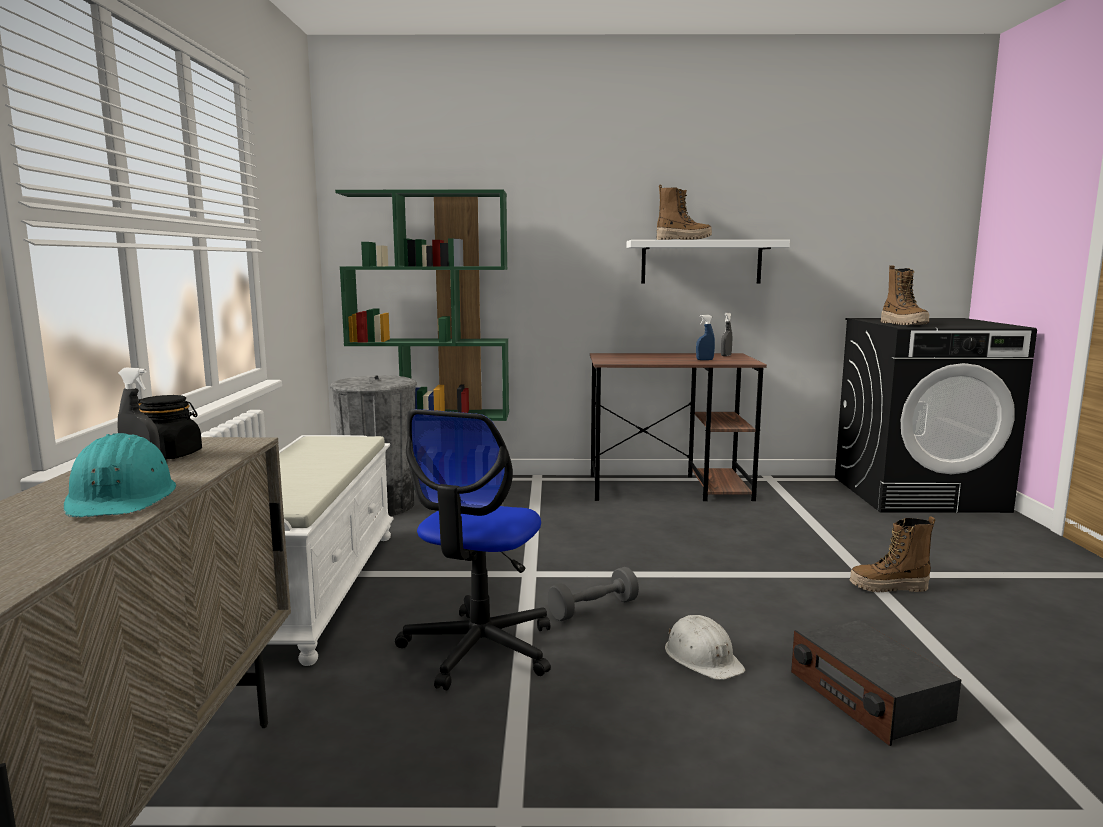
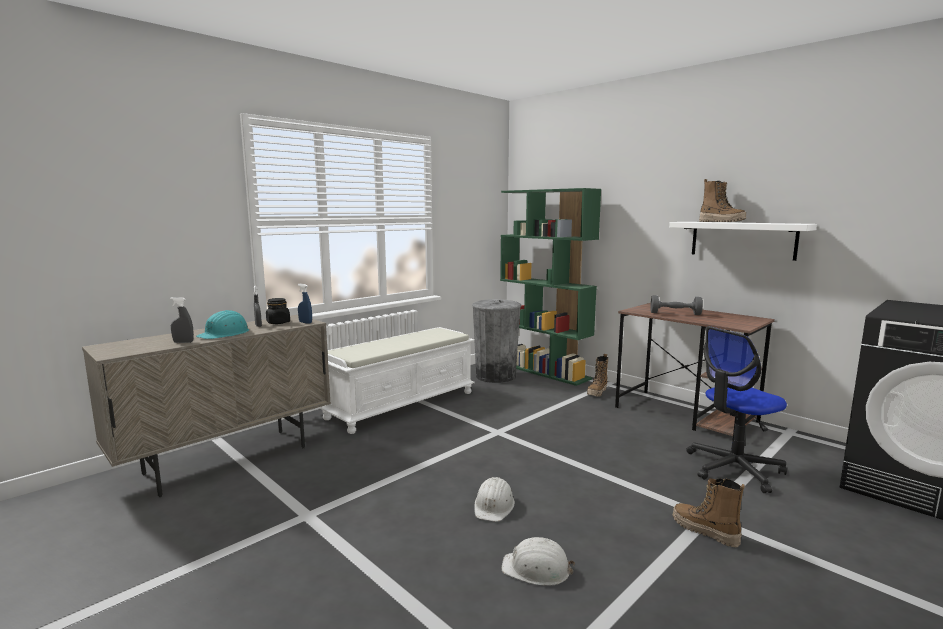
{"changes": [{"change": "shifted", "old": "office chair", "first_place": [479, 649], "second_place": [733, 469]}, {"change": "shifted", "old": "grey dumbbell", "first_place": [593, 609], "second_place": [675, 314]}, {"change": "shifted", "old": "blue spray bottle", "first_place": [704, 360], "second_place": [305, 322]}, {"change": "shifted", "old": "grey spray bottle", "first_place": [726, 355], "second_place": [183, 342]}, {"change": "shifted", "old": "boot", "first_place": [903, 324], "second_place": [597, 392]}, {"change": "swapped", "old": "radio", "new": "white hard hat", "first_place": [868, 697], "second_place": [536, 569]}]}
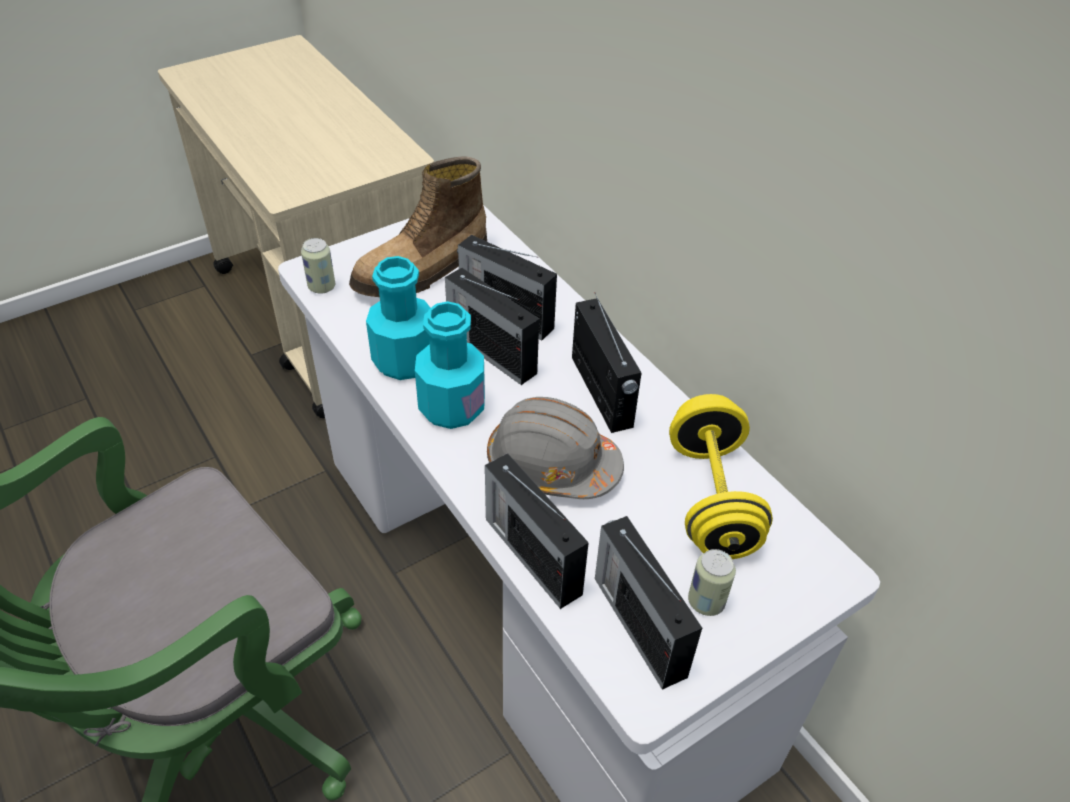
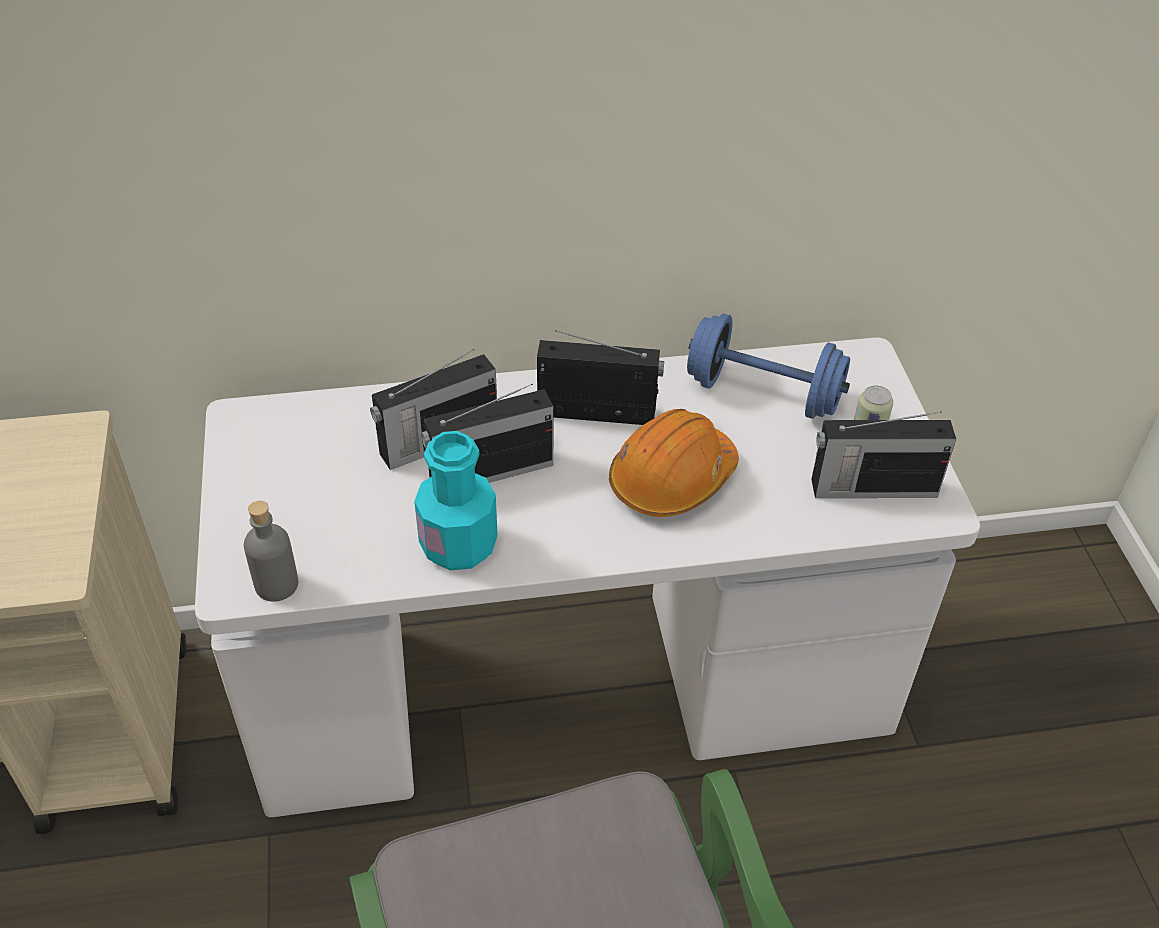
{"changes": [{"change": "gone", "old": "boot", "first_place": [423, 271]}, {"change": "gone", "old": "turquoise bottle", "first_place": [452, 407]}, {"change": "gone", "old": "radio", "first_place": [531, 554]}, {"change": "swapped", "old": "can", "new": "grey bottle", "first_place": [322, 287], "second_place": [276, 585]}, {"change": "repainted", "old": "grey hard hat", "new": "orange hard hat", "first_place": [552, 465], "second_place": [672, 479]}, {"change": "repainted", "old": "yellow dumbbell", "new": "blue dumbbell", "first_place": [711, 499], "second_place": [763, 393]}]}
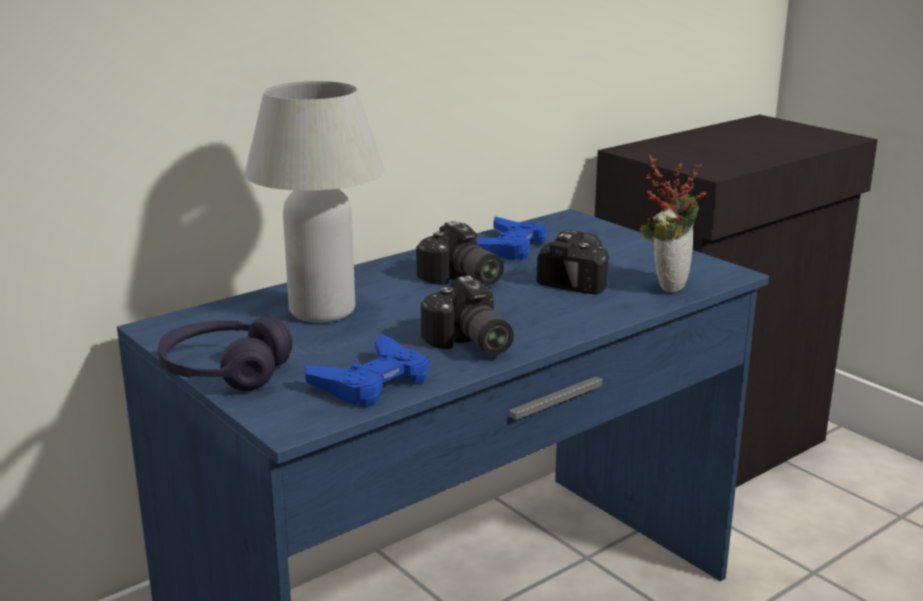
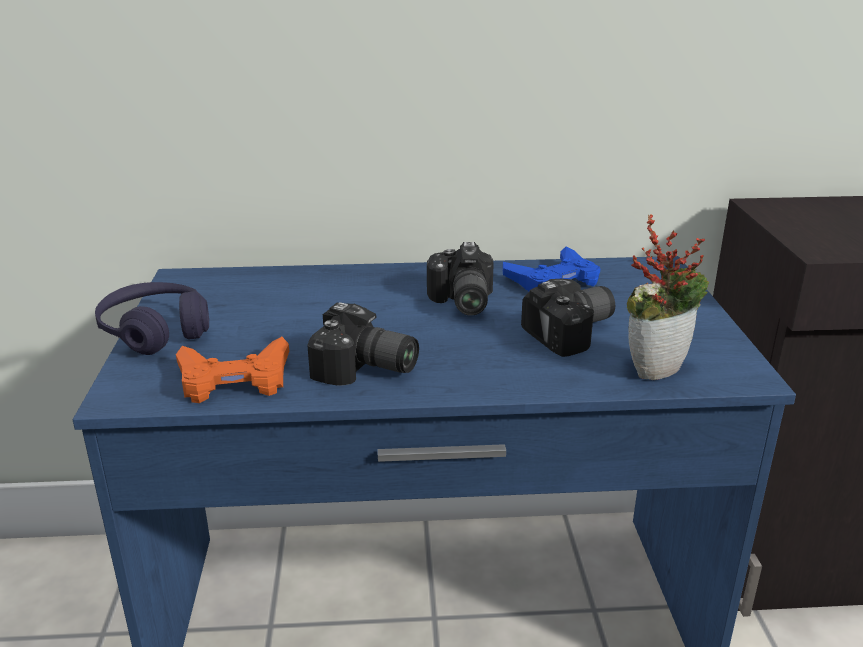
{"changes": [{"change": "gone", "old": "white table lamp", "first_place": [322, 311]}, {"change": "repainted", "old": "blue game controller", "new": "orange game controller", "first_place": [372, 382], "second_place": [234, 379]}, {"change": "rotated", "old": "photo camera", "first_place": [469, 344], "second_place": [364, 370], "degrees": -75}]}
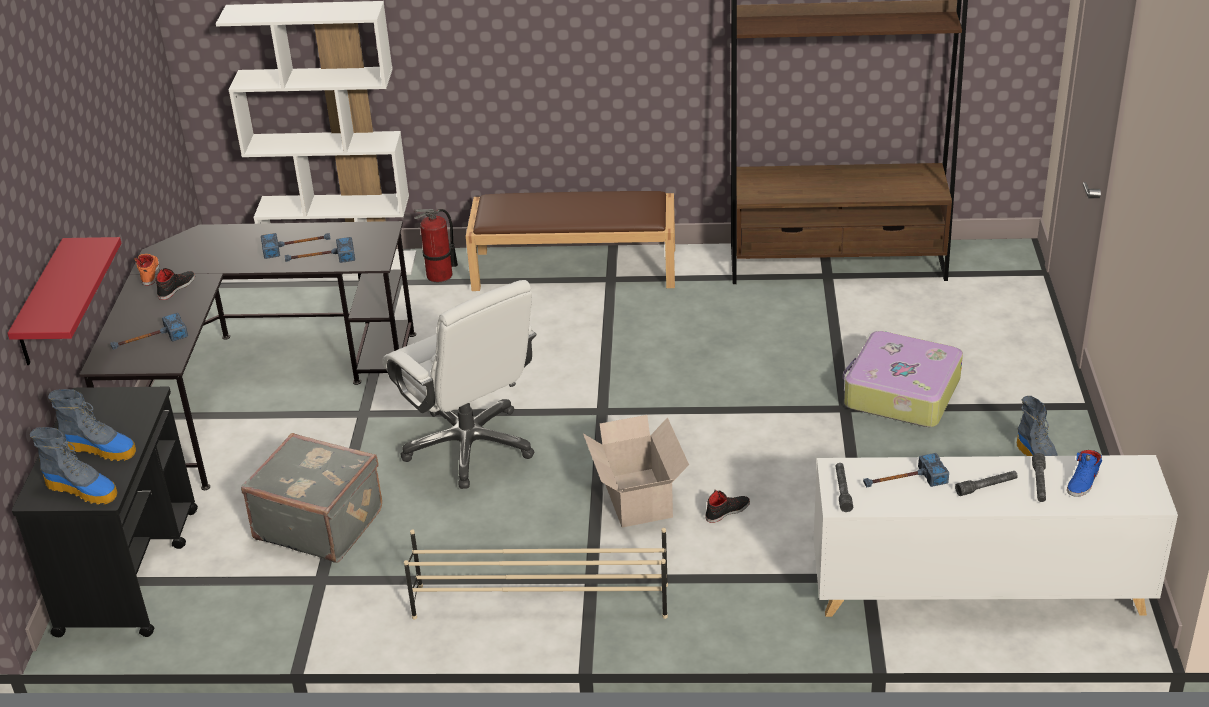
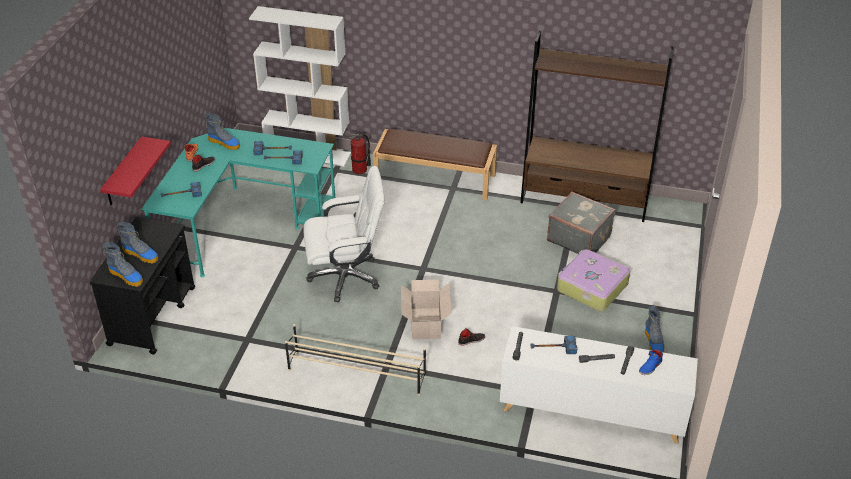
{"changes": [{"change": "new", "new": "boot", "second_place": [224, 143]}, {"change": "shifted", "old": "grey suitcase", "first_place": [319, 523], "second_place": [579, 238]}, {"change": "repainted", "old": "black desk", "new": "turquoise desk", "first_place": [251, 390], "second_place": [240, 222]}, {"change": "rotated", "old": "white office chair", "first_place": [470, 446], "second_place": [346, 276], "degrees": -75}]}
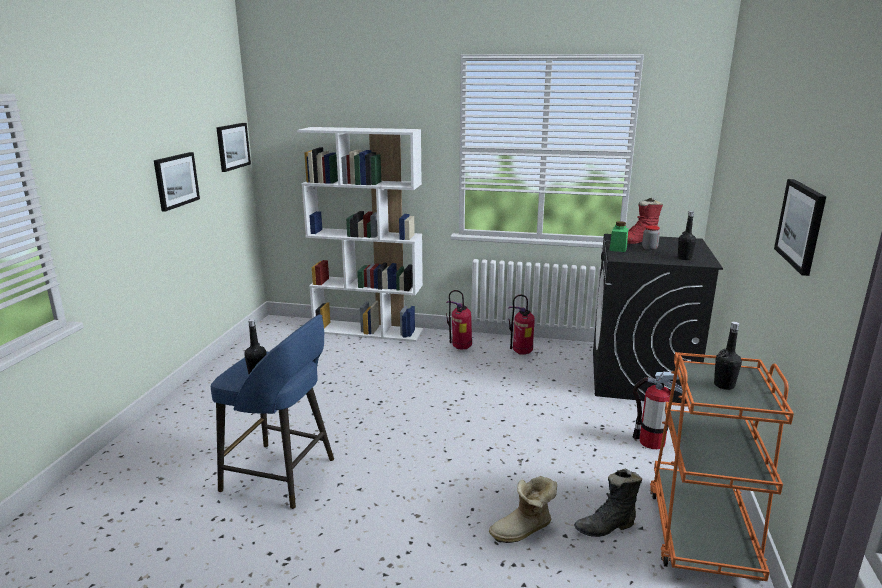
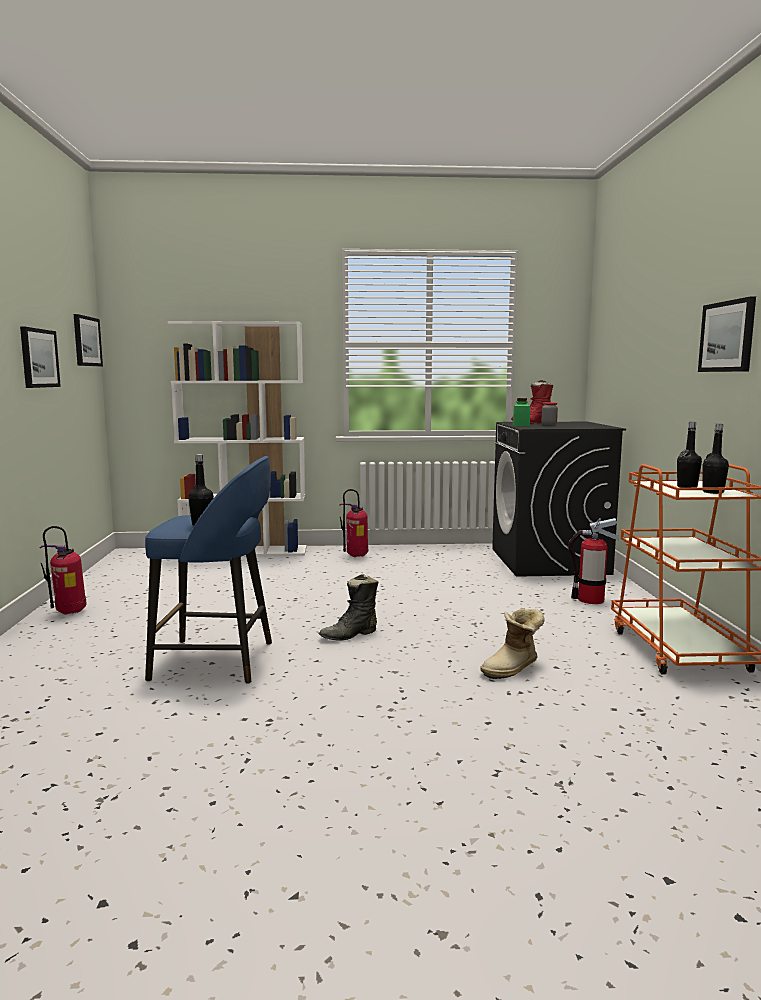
{"changes": [{"change": "shifted", "old": "fire extinguisher", "first_place": [521, 353], "second_place": [69, 613]}, {"change": "shifted", "old": "black boot", "first_place": [606, 527], "second_place": [350, 635]}, {"change": "shifted", "old": "black bottle", "first_place": [684, 258], "second_place": [713, 492]}]}
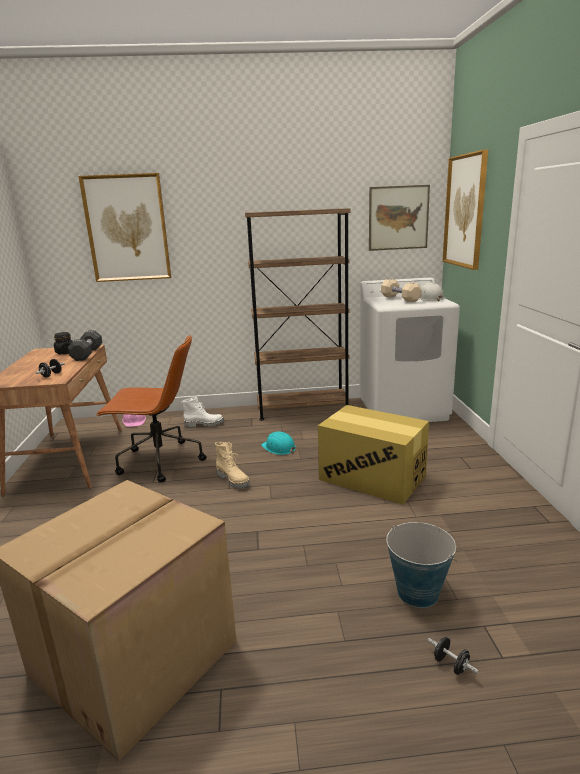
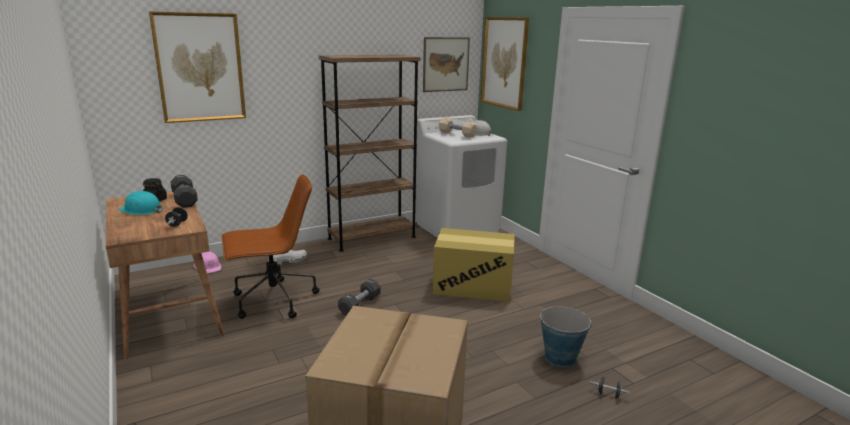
{"changes": [{"change": "shifted", "old": "turquoise hard hat", "first_place": [279, 448], "second_place": [141, 210]}, {"change": "swapped", "old": "beige boot", "new": "black dumbbell", "first_place": [233, 480], "second_place": [360, 305]}]}
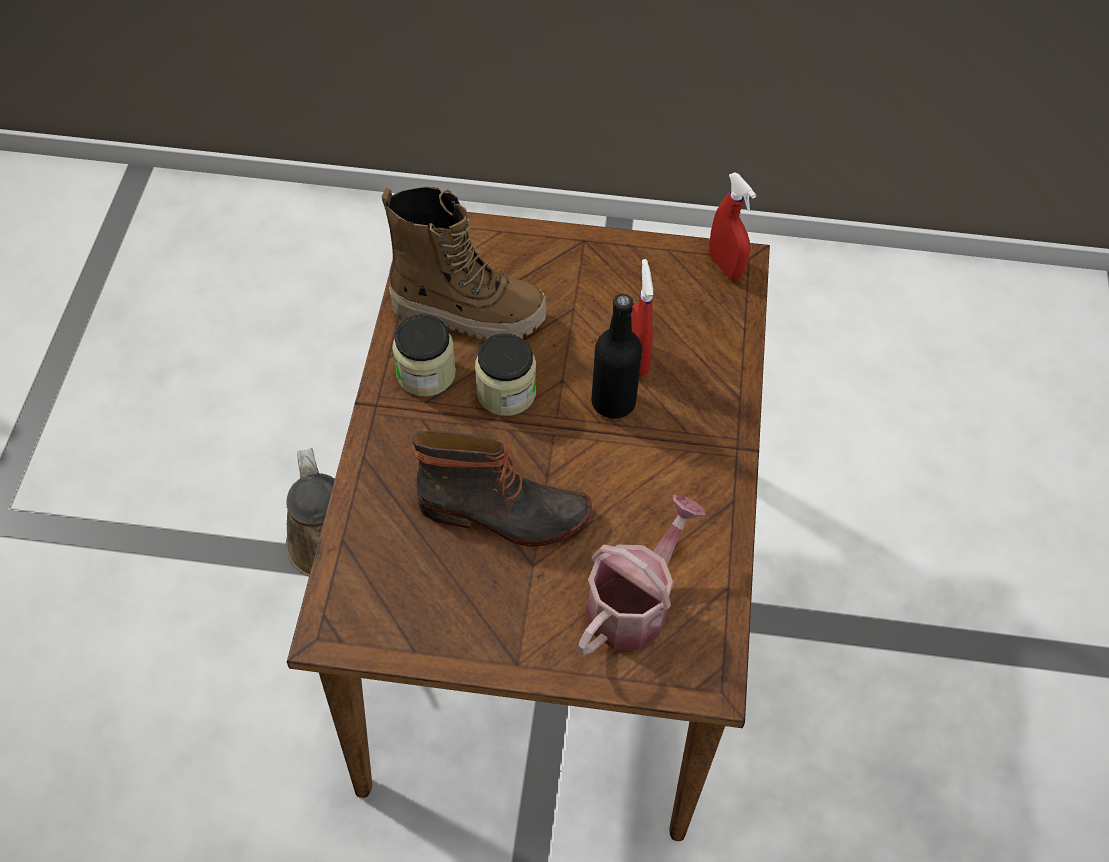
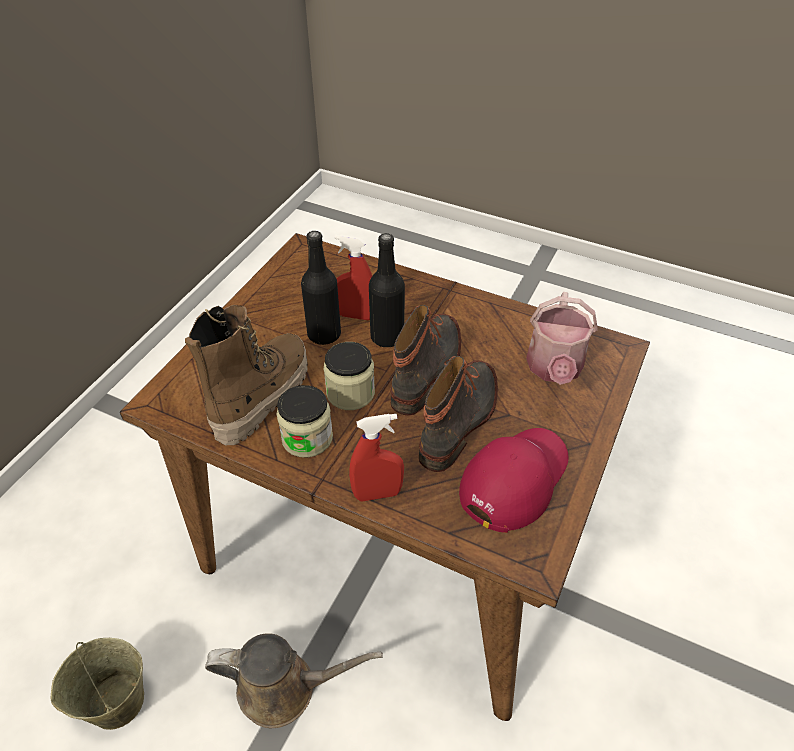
{"changes": [{"change": "new", "new": "beige bucket", "second_place": [115, 702]}, {"change": "new", "new": "black bottle", "second_place": [324, 334]}, {"change": "new", "new": "boot", "second_place": [427, 369]}, {"change": "new", "new": "red cap", "second_place": [514, 479]}, {"change": "shifted", "old": "red spray bottle", "first_place": [725, 266], "second_place": [377, 493]}, {"change": "rotated", "old": "watering can", "first_place": [634, 603], "second_place": [554, 369], "degrees": -135}]}
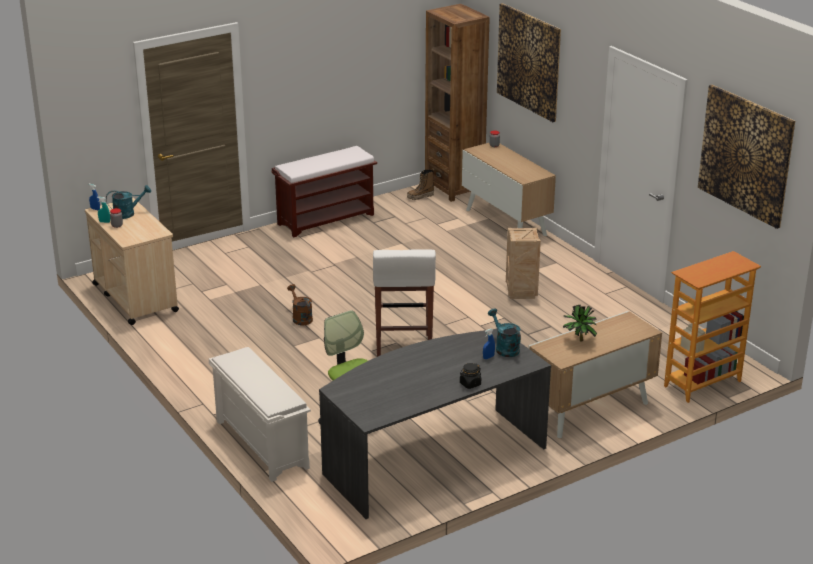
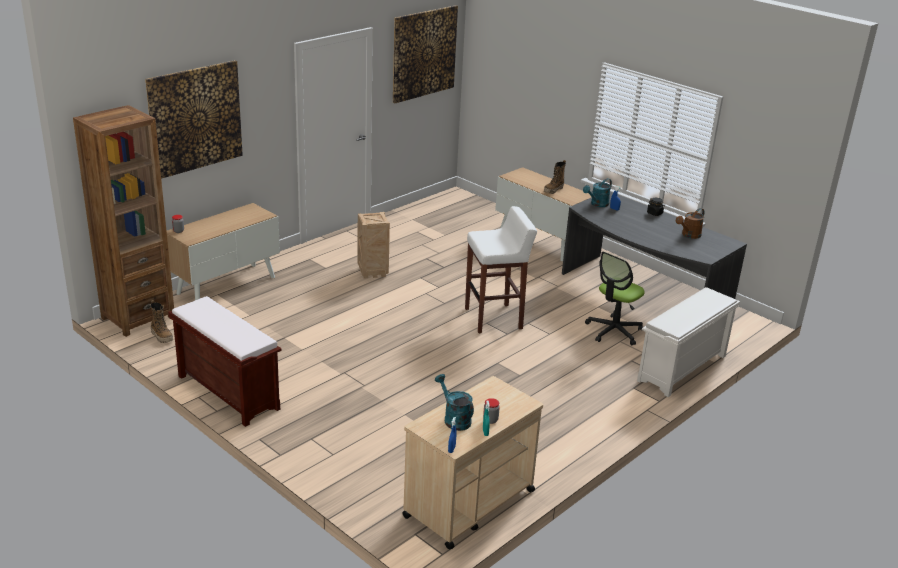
{"changes": [{"change": "gone", "old": "bookcase", "first_place": [703, 384]}, {"change": "shifted", "old": "brown watering can", "first_place": [300, 318], "second_place": [689, 235]}, {"change": "swapped", "old": "potted plant", "new": "boot", "first_place": [579, 341], "second_place": [553, 190]}]}
